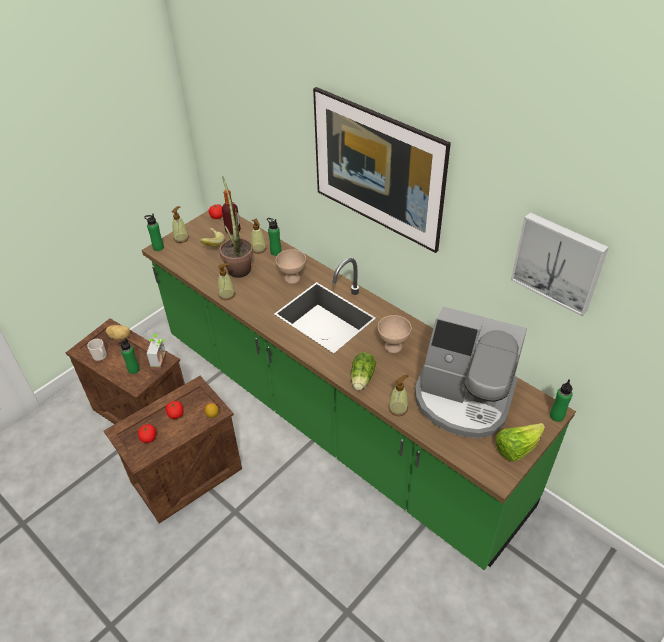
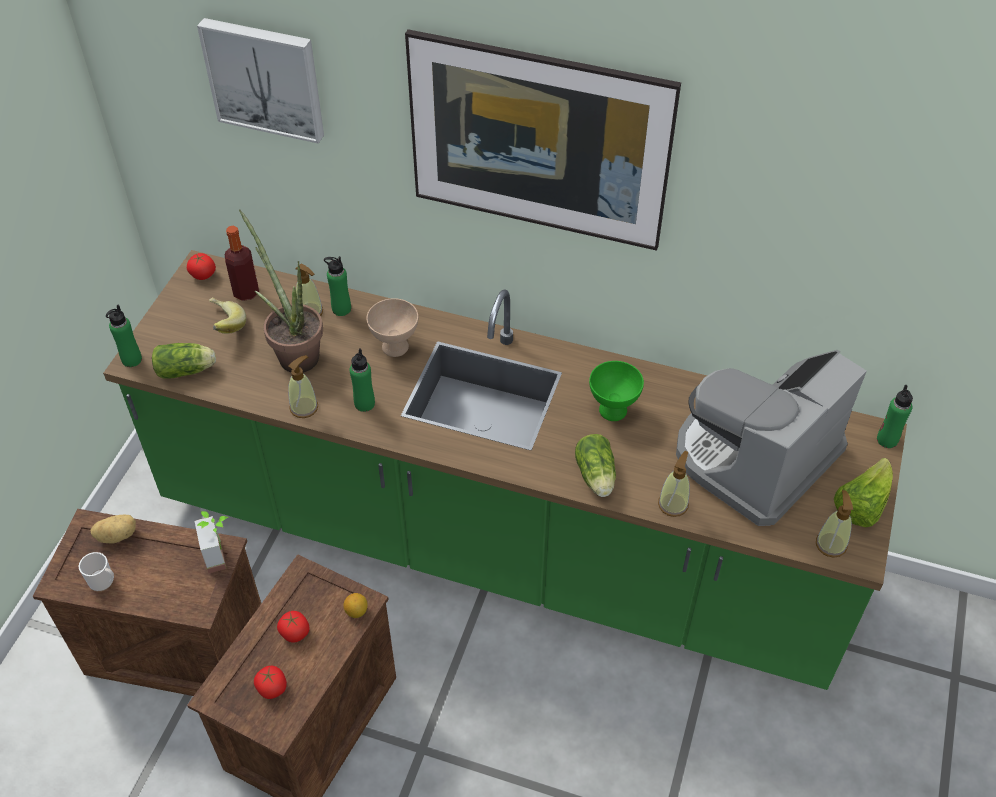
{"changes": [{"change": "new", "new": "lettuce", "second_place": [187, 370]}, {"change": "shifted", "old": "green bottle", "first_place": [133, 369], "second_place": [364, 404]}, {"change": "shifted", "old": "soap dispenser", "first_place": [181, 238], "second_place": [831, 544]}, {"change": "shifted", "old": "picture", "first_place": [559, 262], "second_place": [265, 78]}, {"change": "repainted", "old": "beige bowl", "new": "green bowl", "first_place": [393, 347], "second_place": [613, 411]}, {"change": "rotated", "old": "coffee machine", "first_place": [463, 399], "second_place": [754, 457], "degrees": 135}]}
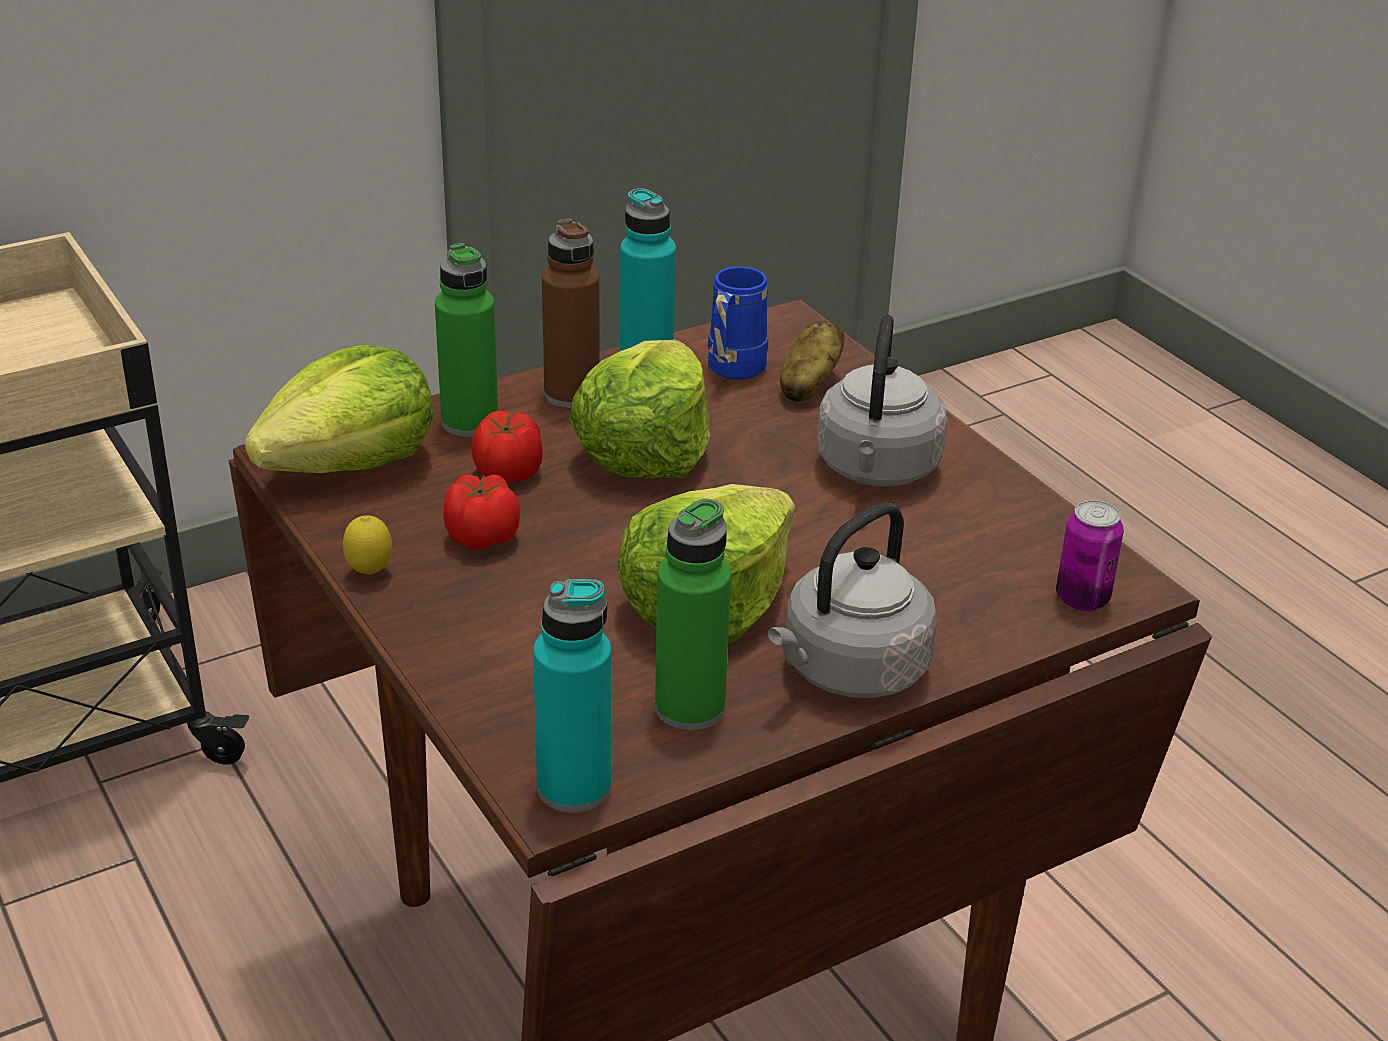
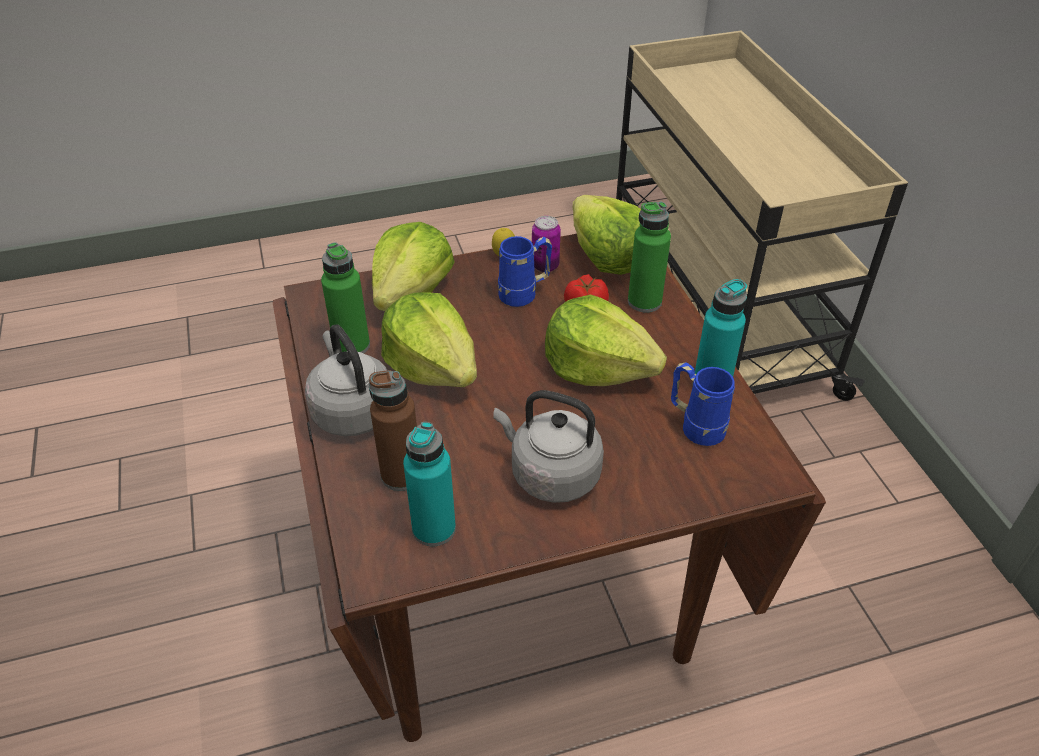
{"changes": [{"change": "gone", "old": "potato", "first_place": [808, 385]}, {"change": "new", "new": "lettuce", "second_place": [411, 292]}, {"change": "shifted", "old": "turquoise bottle", "first_place": [574, 788], "second_place": [434, 529]}, {"change": "shifted", "old": "brown bottle", "first_place": [571, 394], "second_place": [401, 475]}, {"change": "shifted", "old": "can", "first_place": [1082, 599], "second_place": [545, 266]}, {"change": "swapped", "old": "tomato", "new": "blue mug", "first_place": [481, 537], "second_place": [524, 294]}]}
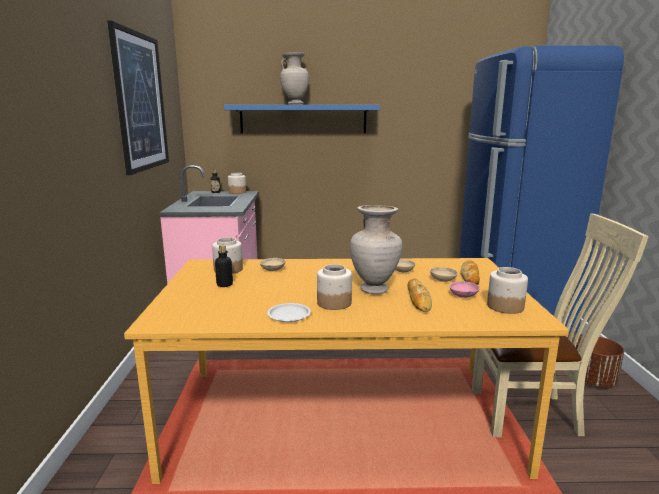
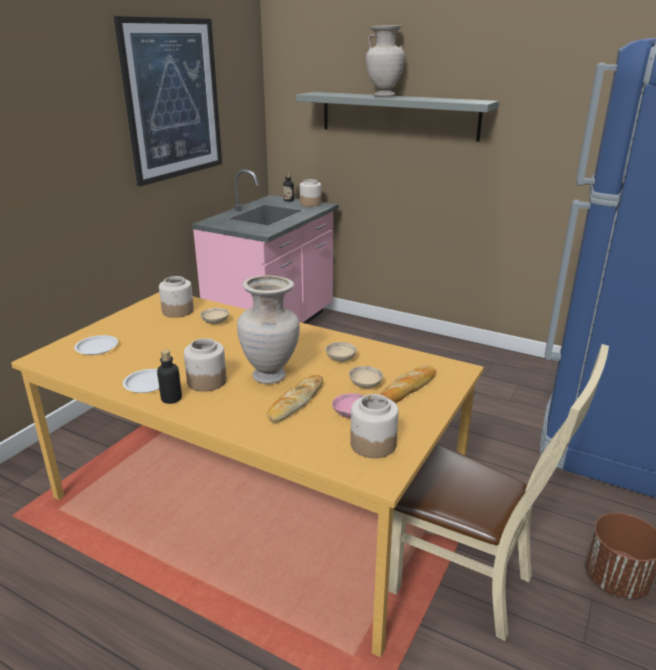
{"changes": [{"change": "new", "new": "white plate", "second_place": [96, 348]}, {"change": "shifted", "old": "bottle", "first_place": [224, 284], "second_place": [171, 399]}, {"change": "repainted", "old": "blue shelf", "new": "grey shelf", "first_place": [303, 119], "second_place": [398, 115]}]}
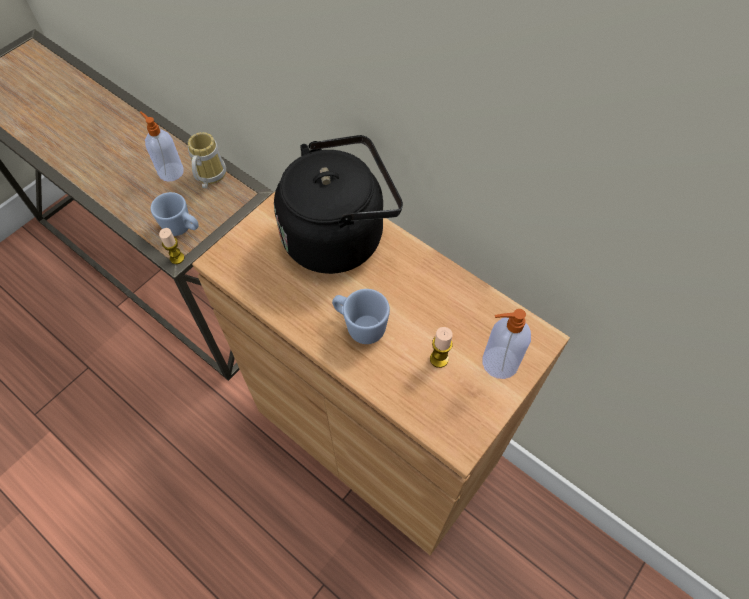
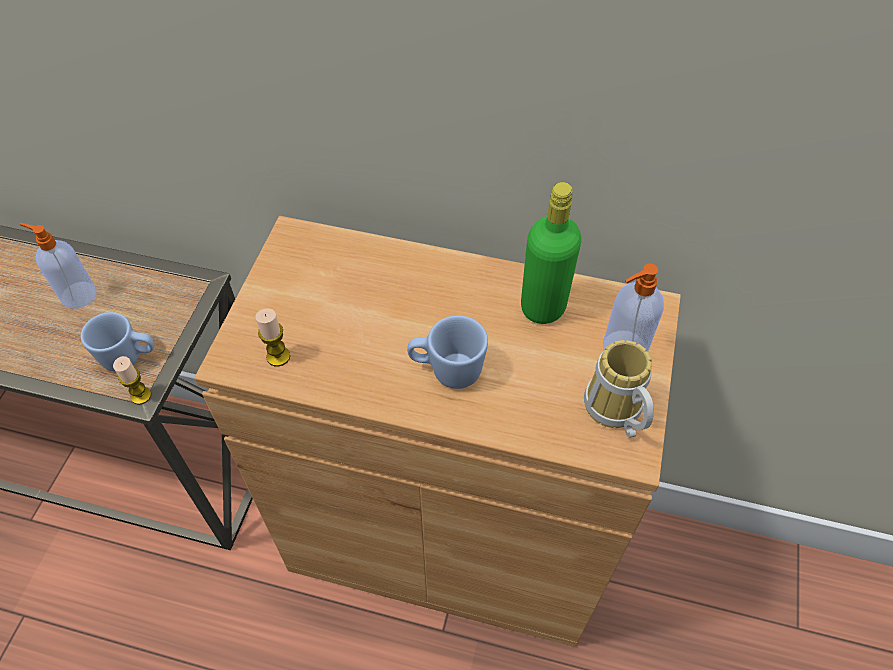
{"changes": [{"change": "gone", "old": "black kettle", "first_place": [339, 236]}, {"change": "new", "new": "green bottle", "second_place": [543, 307]}, {"change": "shifted", "old": "mug", "first_place": [208, 177], "second_place": [612, 413]}, {"change": "shifted", "old": "candle", "first_place": [439, 359], "second_place": [278, 356]}]}
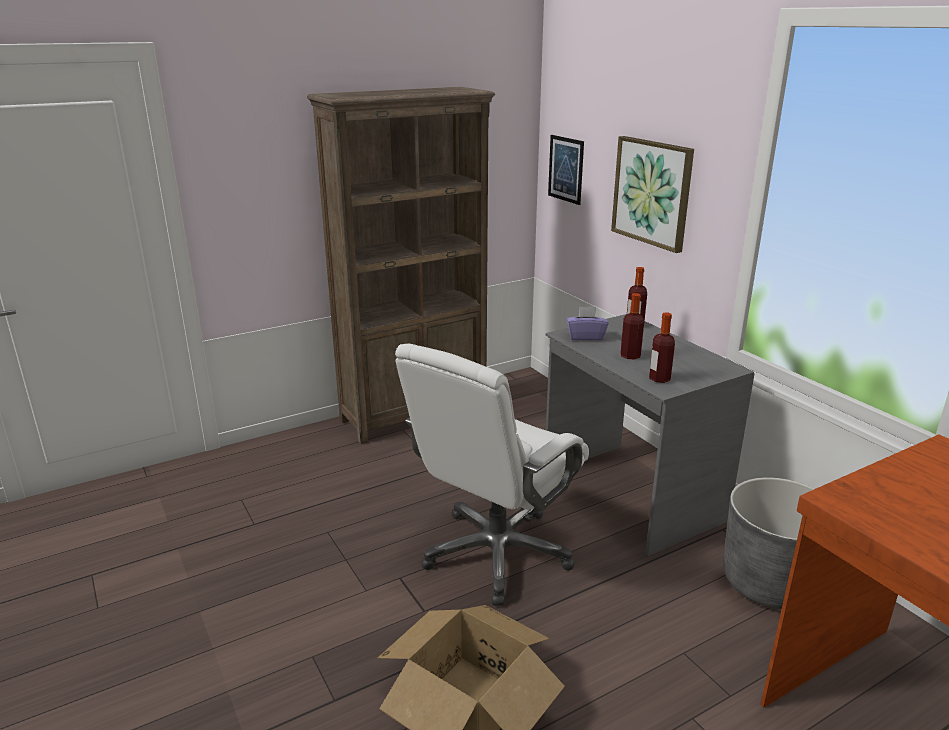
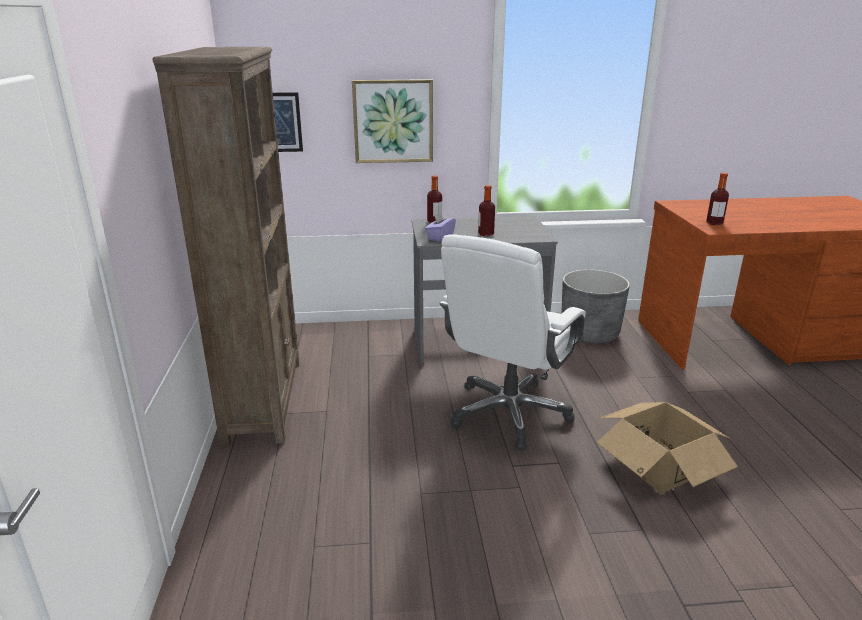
{"changes": [{"change": "shifted", "old": "bottle", "first_place": [659, 379], "second_place": [714, 223]}, {"change": "rotated", "old": "white office chair", "first_place": [496, 553], "second_place": [509, 413], "degrees": 60}]}
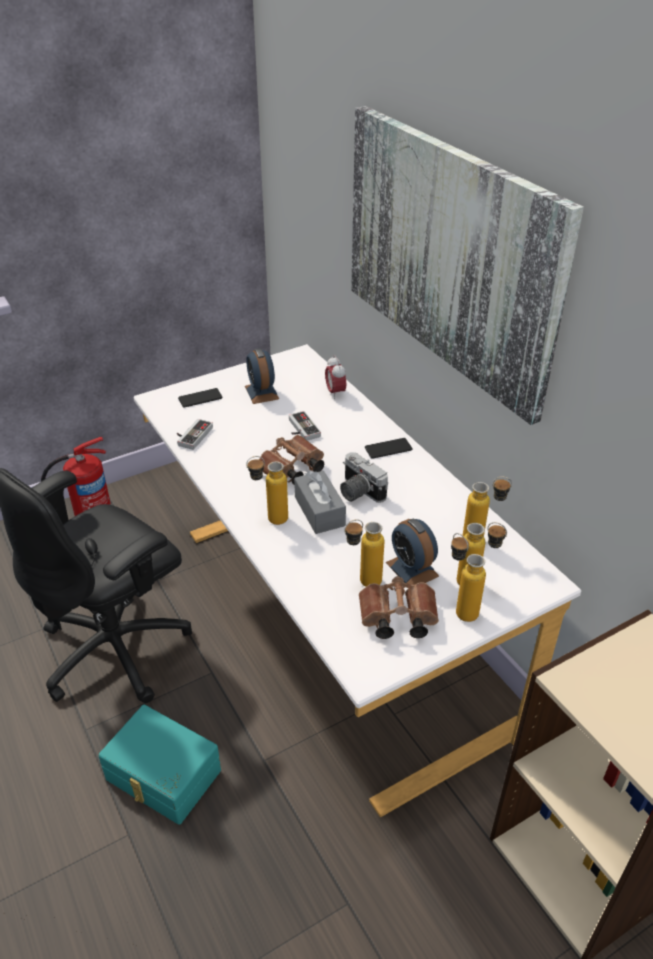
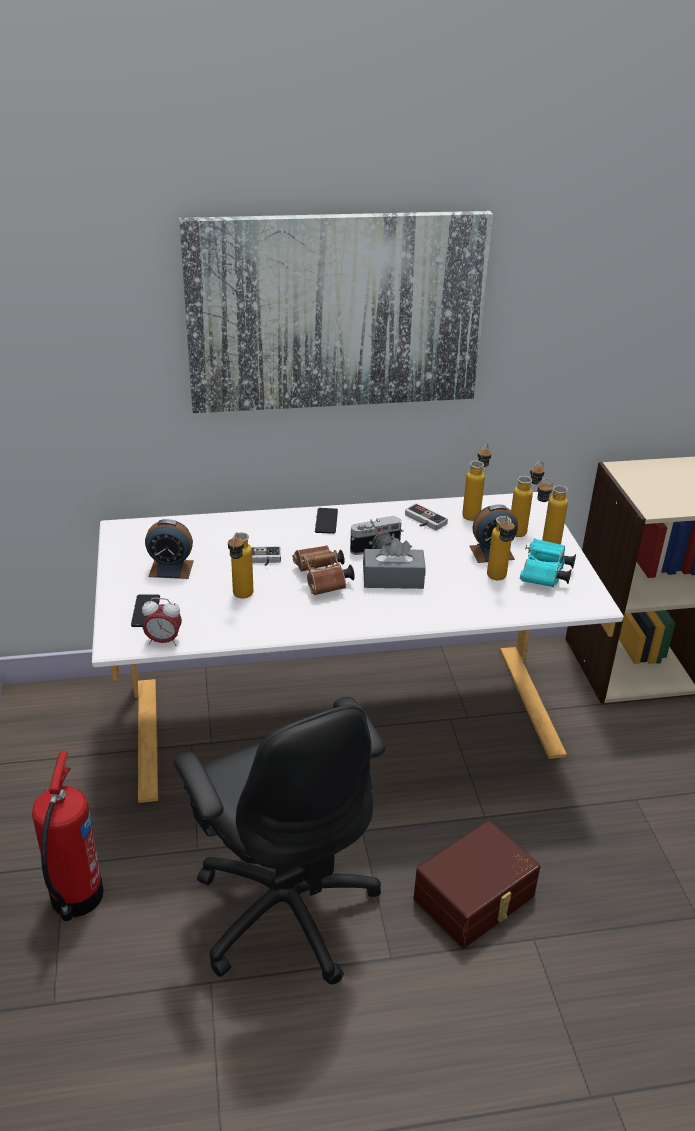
{"changes": [{"change": "shifted", "old": "game controller", "first_place": [192, 435], "second_place": [423, 521]}, {"change": "shifted", "old": "bottle", "first_place": [269, 520], "second_place": [241, 598]}, {"change": "shifted", "old": "alarm clock", "first_place": [335, 393], "second_place": [163, 641]}, {"change": "repainted", "old": "turquoise storage box", "new": "brown storage box", "first_place": [162, 776], "second_place": [476, 898]}, {"change": "repainted", "old": "brown binoculars", "new": "turquoise binoculars", "first_place": [395, 619], "second_place": [544, 575]}]}
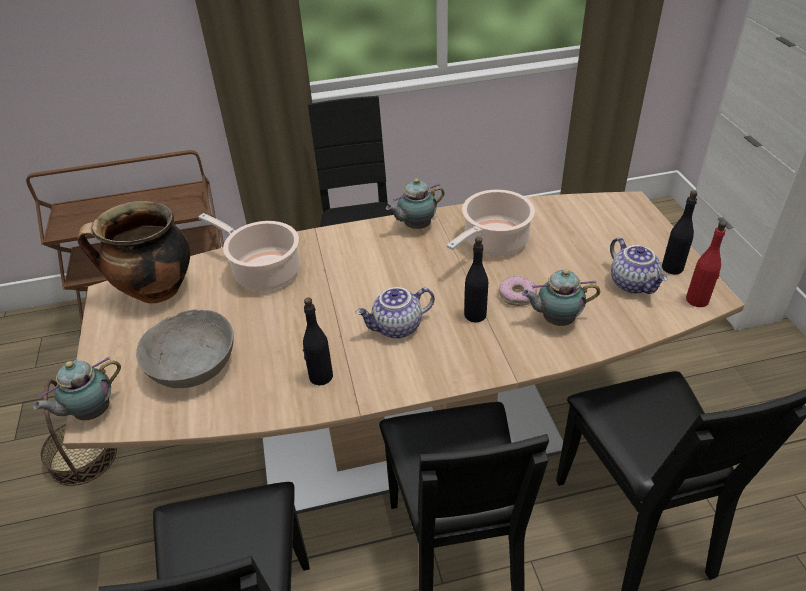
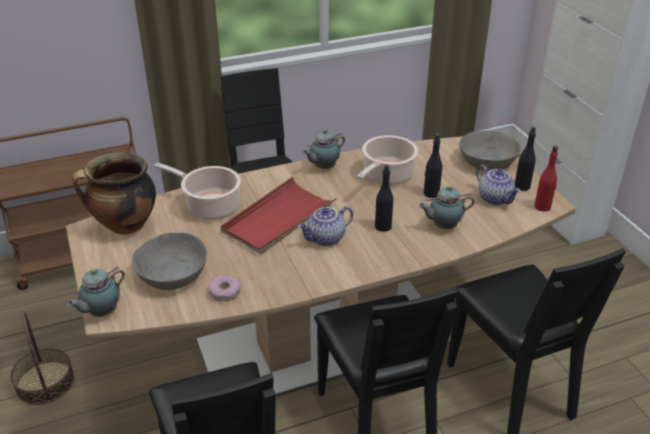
{"changes": [{"change": "new", "new": "red tray", "second_place": [278, 219]}, {"change": "new", "new": "grey bowl", "second_place": [487, 162]}, {"change": "shifted", "old": "black bottle", "first_place": [320, 376], "second_place": [431, 193]}, {"change": "shifted", "old": "donut", "first_place": [517, 295], "second_place": [225, 292]}]}
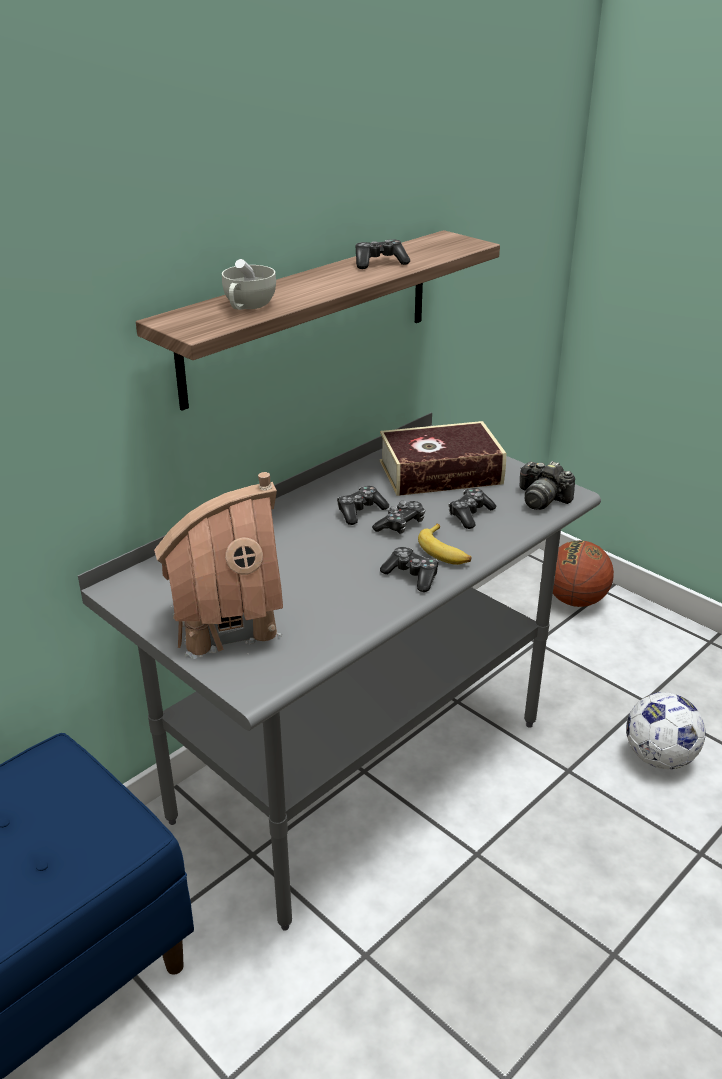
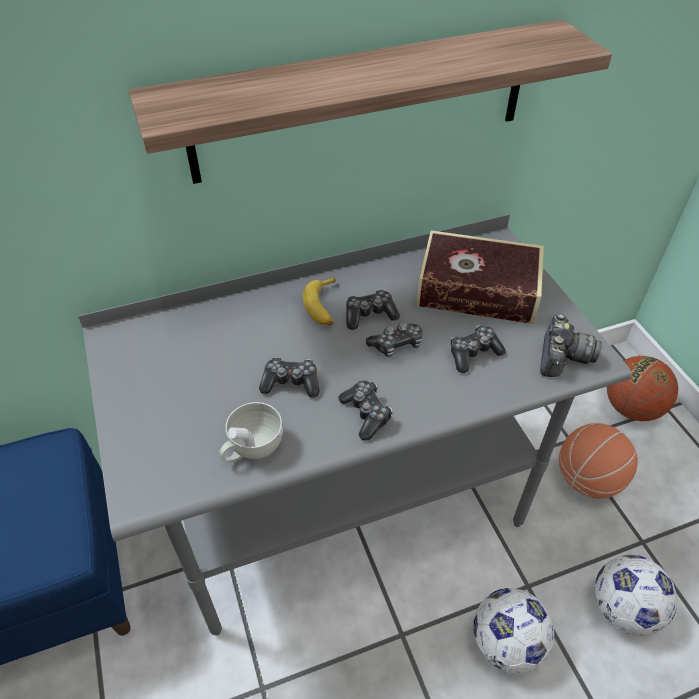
{"changes": [{"change": "gone", "old": "toy house", "first_place": [226, 621]}, {"change": "new", "new": "football", "second_place": [507, 643]}, {"change": "new", "new": "basketball", "second_place": [587, 479]}, {"change": "shifted", "old": "white cup", "first_place": [247, 307], "second_place": [251, 448]}, {"change": "shifted", "old": "game controller", "first_place": [379, 263], "second_place": [291, 383]}, {"change": "shifted", "old": "banana", "first_place": [445, 551], "second_place": [323, 307]}, {"change": "rotated", "old": "photo camera", "first_place": [542, 499], "second_place": [562, 357], "degrees": -135}]}
